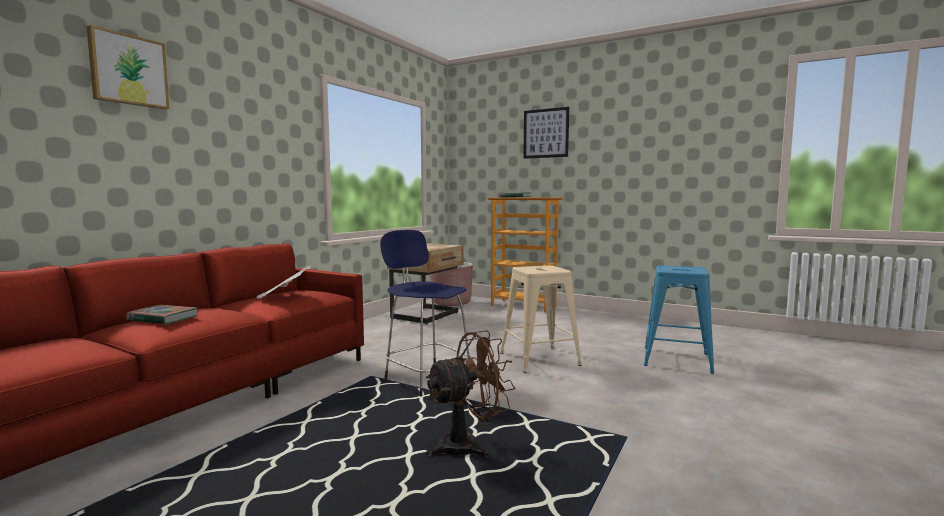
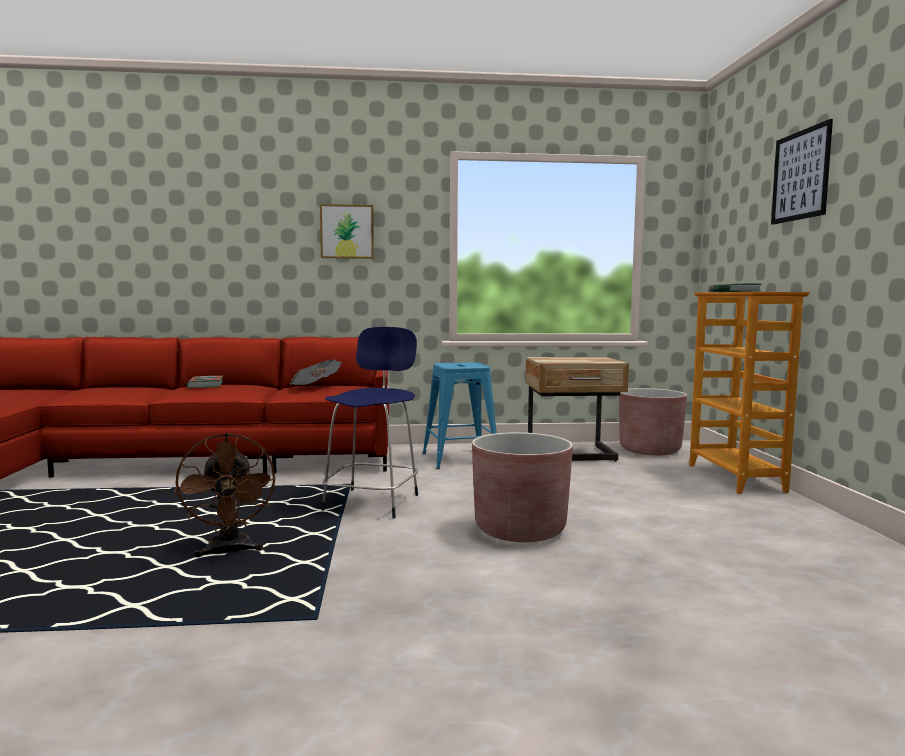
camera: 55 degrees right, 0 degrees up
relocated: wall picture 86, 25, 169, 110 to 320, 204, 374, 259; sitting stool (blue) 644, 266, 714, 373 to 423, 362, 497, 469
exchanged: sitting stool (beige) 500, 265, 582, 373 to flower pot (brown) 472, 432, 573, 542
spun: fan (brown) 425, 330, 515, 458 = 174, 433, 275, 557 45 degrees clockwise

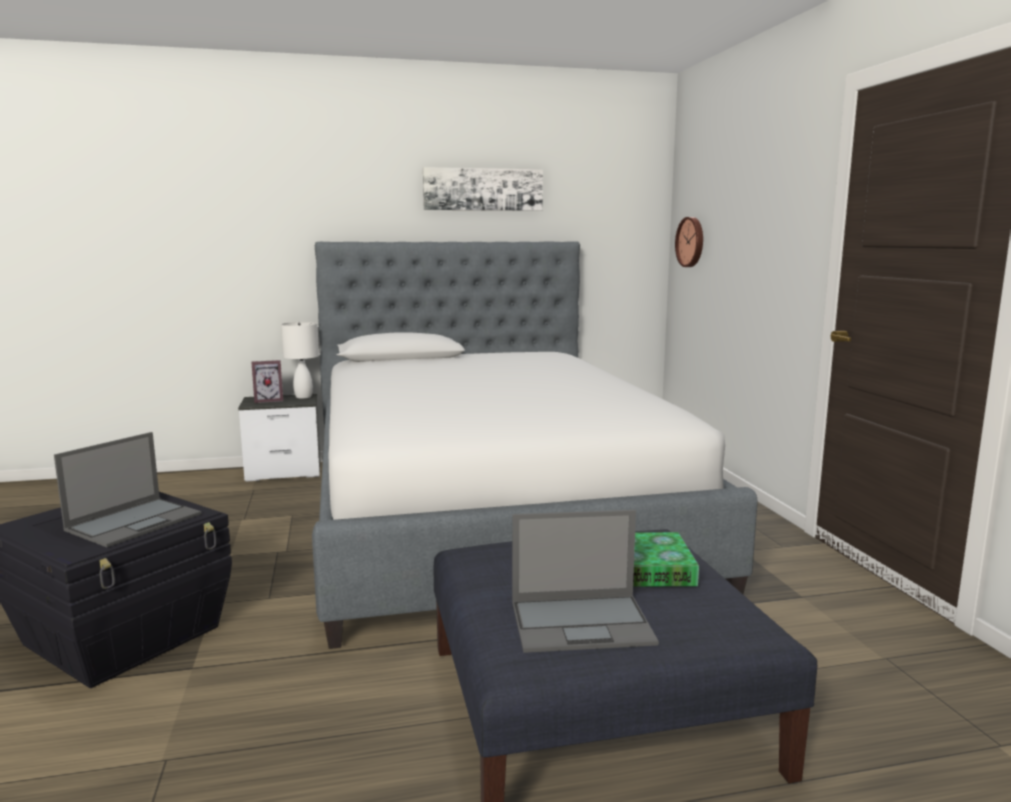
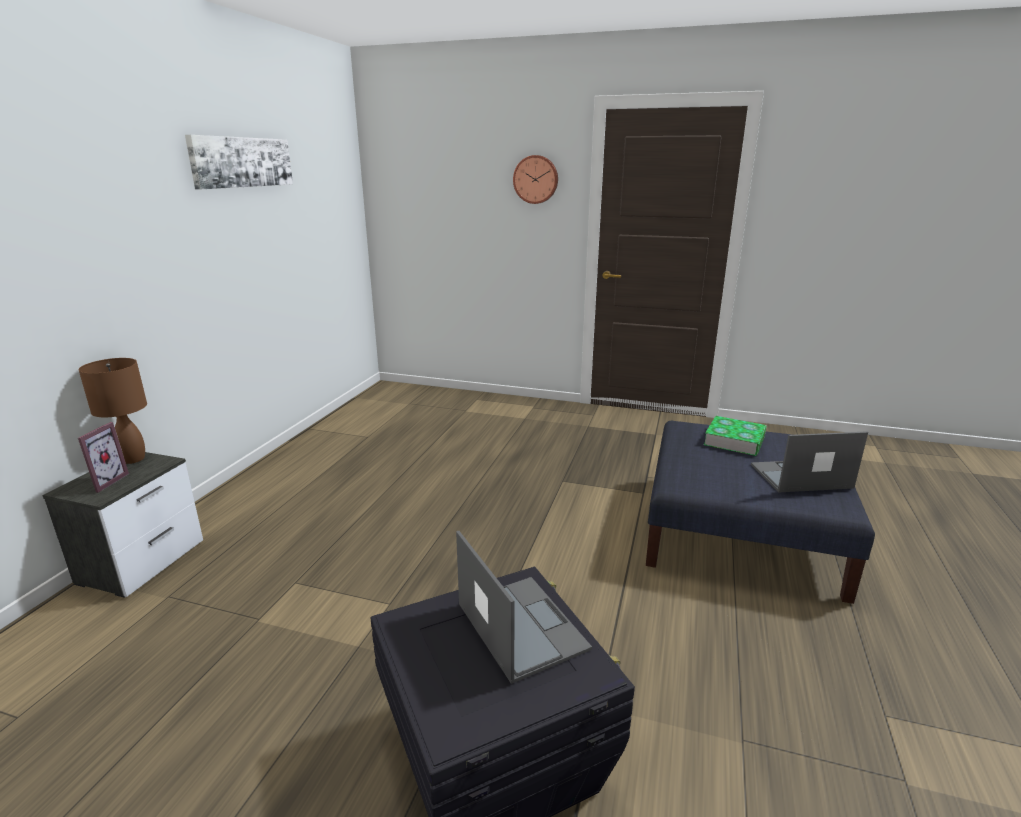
camera: 60 degrees left, 10 degrees up
missing: bedroom bed 312, 241, 758, 649
relocated: wall clock 675, 217, 703, 267 to 513, 155, 558, 204
colour: tabletop lamp (white) 281, 322, 319, 398 to tabletop lamp (brown) 79, 358, 147, 464
spun: laptop 512, 510, 659, 653 = 751, 431, 868, 492 120 degrees counterclockwise

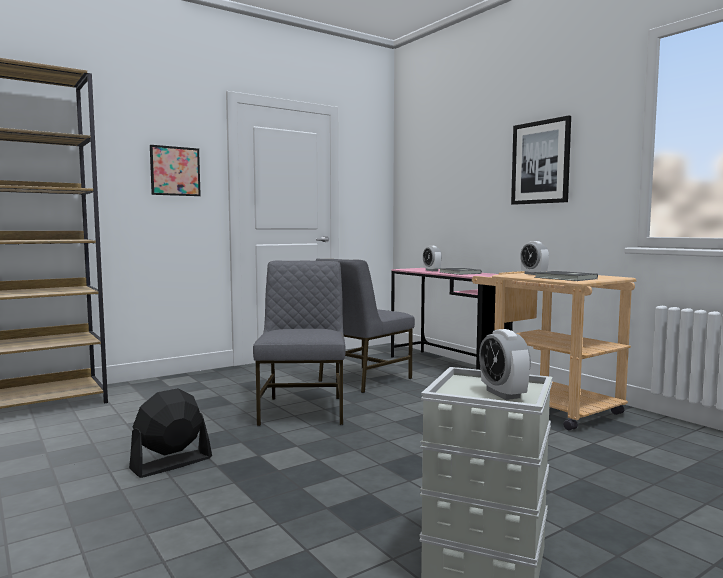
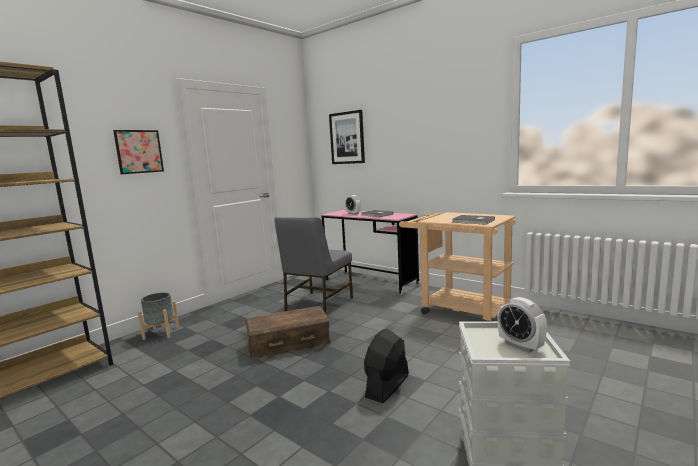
camera: 15 degrees left, 5 degrees up
missing: bedside clock 520, 241, 549, 275
appeared: flower pot (greyish) 138, 292, 179, 340
relocated: fan (black) 129, 388, 212, 478 to 364, 329, 409, 403; wall picture 511, 115, 571, 205 to 329, 110, 365, 164
exchanged: upright chair (greyish) 253, 261, 346, 426 to storage box (brown) 245, 306, 331, 359

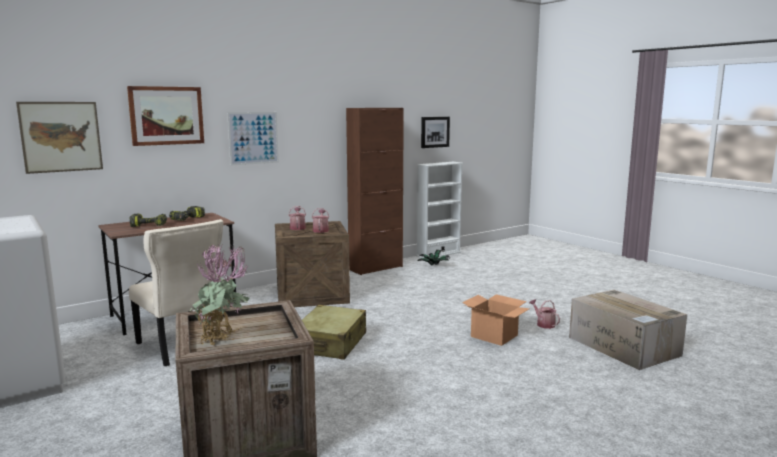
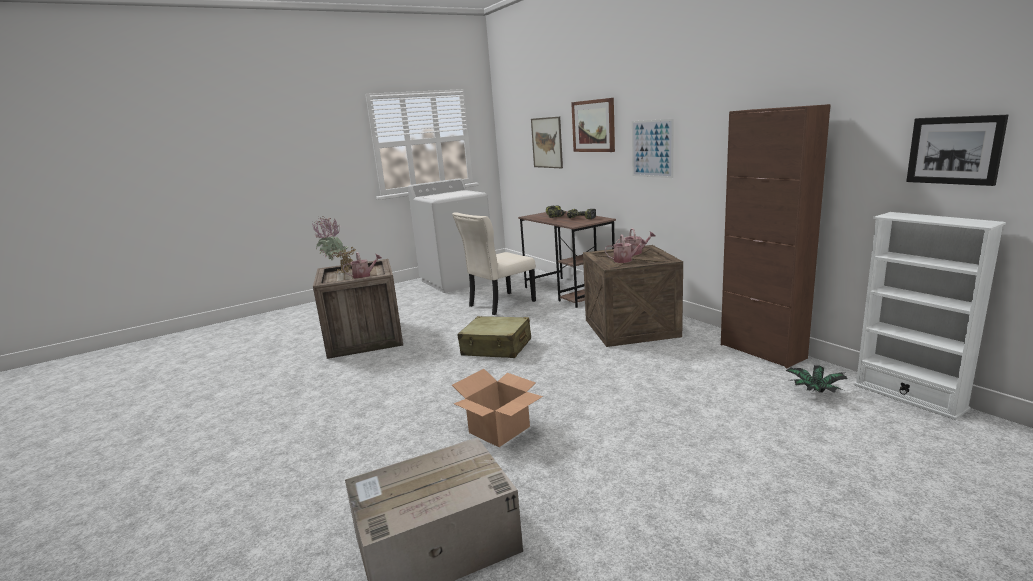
camera: 95 degrees right, 5 degrees up
relocated: watering pot 529, 300, 560, 329 to 343, 252, 382, 279

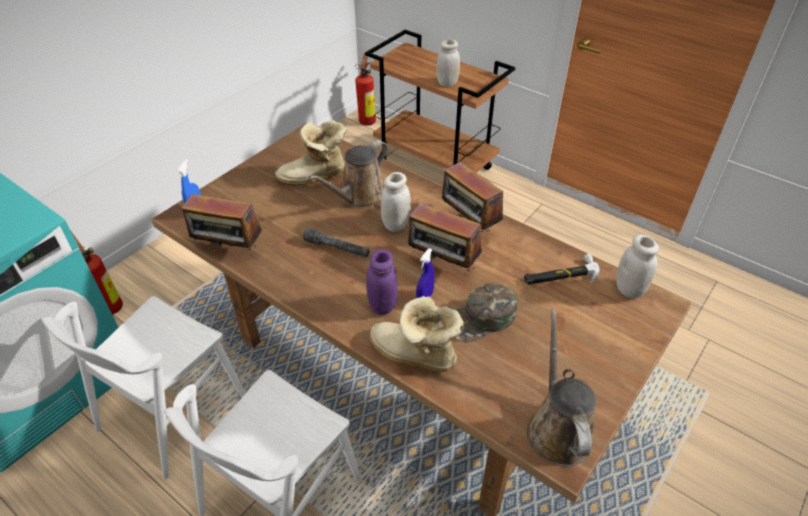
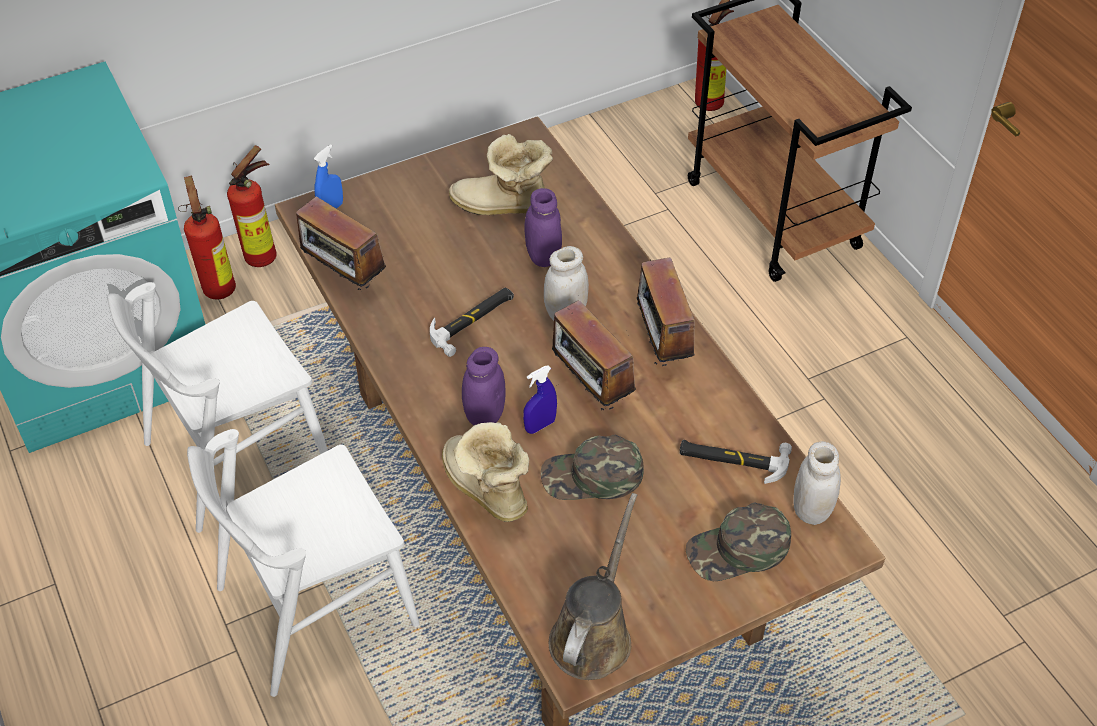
camera: 25 degrees right, 5 degrees up
missing: preserve jar (white) 436, 40, 460, 86
appeared: extinguisher 227, 145, 277, 267; baseball cap (green-coloured) 686, 503, 791, 581
exchanged: torch (greyish) 303, 228, 370, 257 to hand hammer 430, 288, 514, 357; watering pot (brown) 309, 140, 388, 208 to preserve jar (purplish) 524, 188, 562, 267

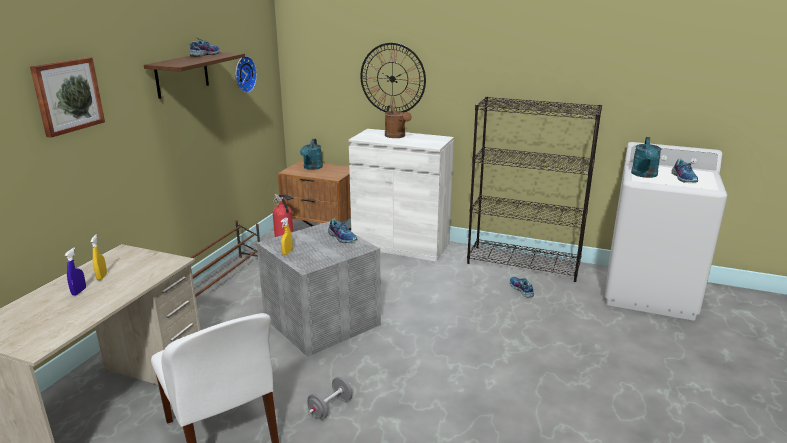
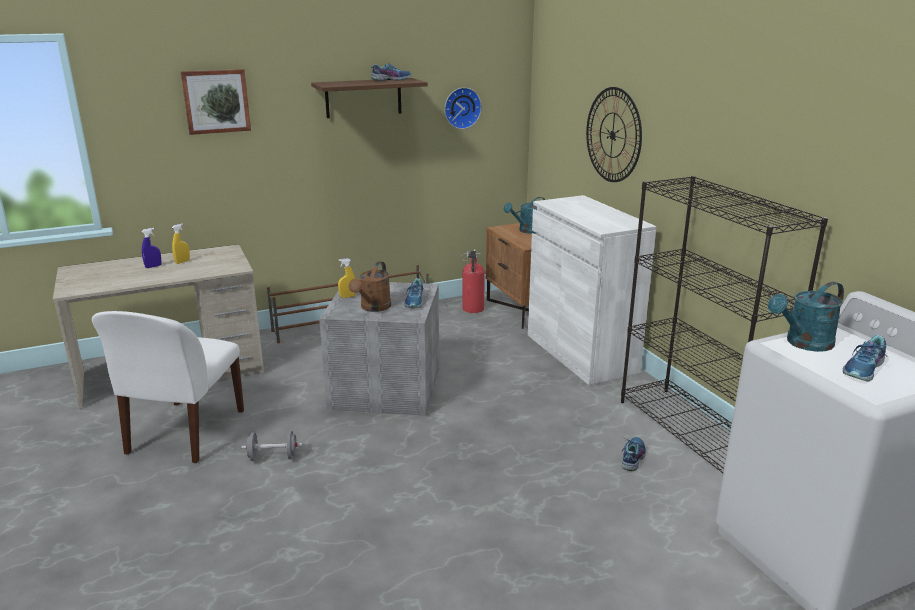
camera: 45 degrees right, 0 degrees up
relocated: watering pot (brown) 385, 105, 412, 138 to 349, 261, 391, 312

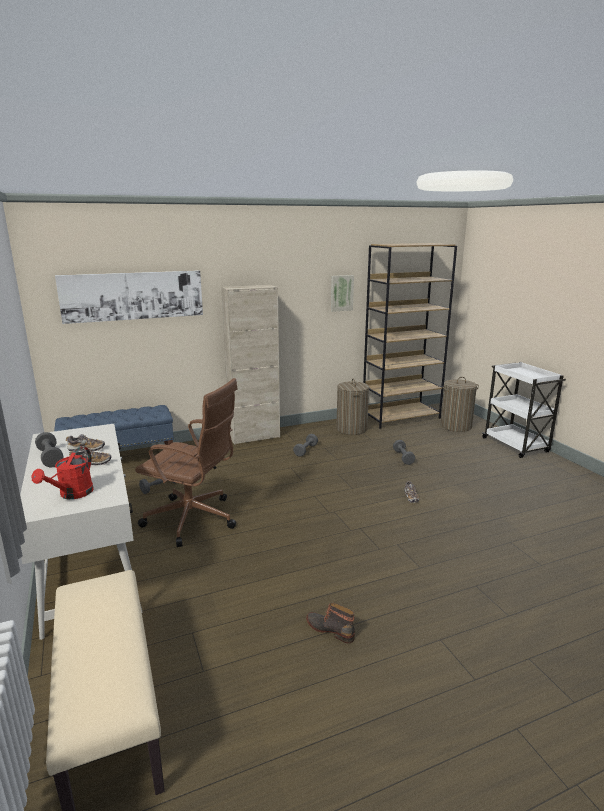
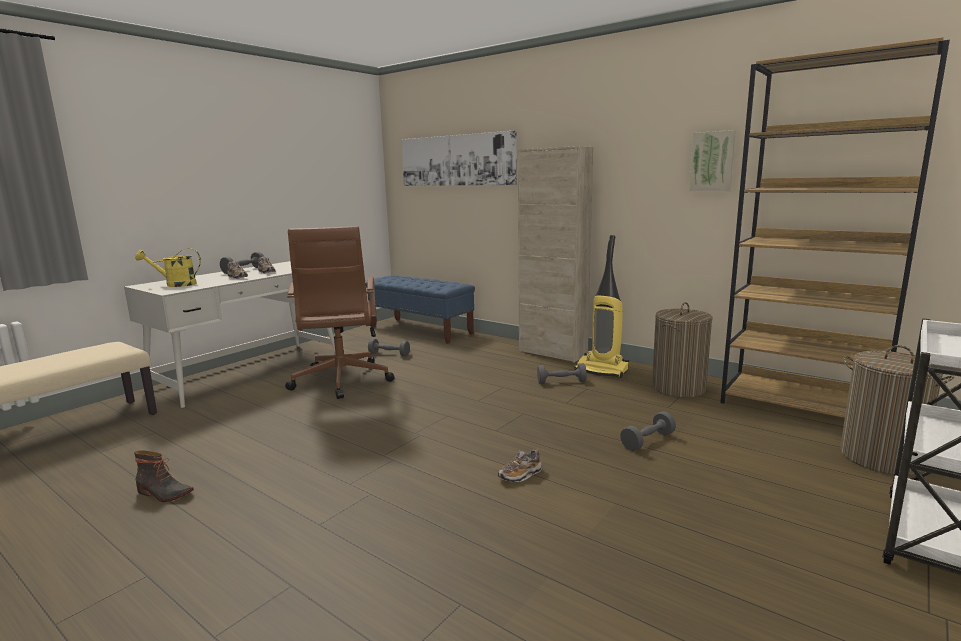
camera: 60 degrees right, 5 degrees down
appeared: vacuum 574, 235, 629, 378
colour: watering pot (red-coloured) 32, 447, 94, 499 to watering pot (yellow-coloured) 135, 248, 201, 287
spun: tall boot 306, 603, 355, 644 = 134, 450, 194, 502 105 degrees clockwise

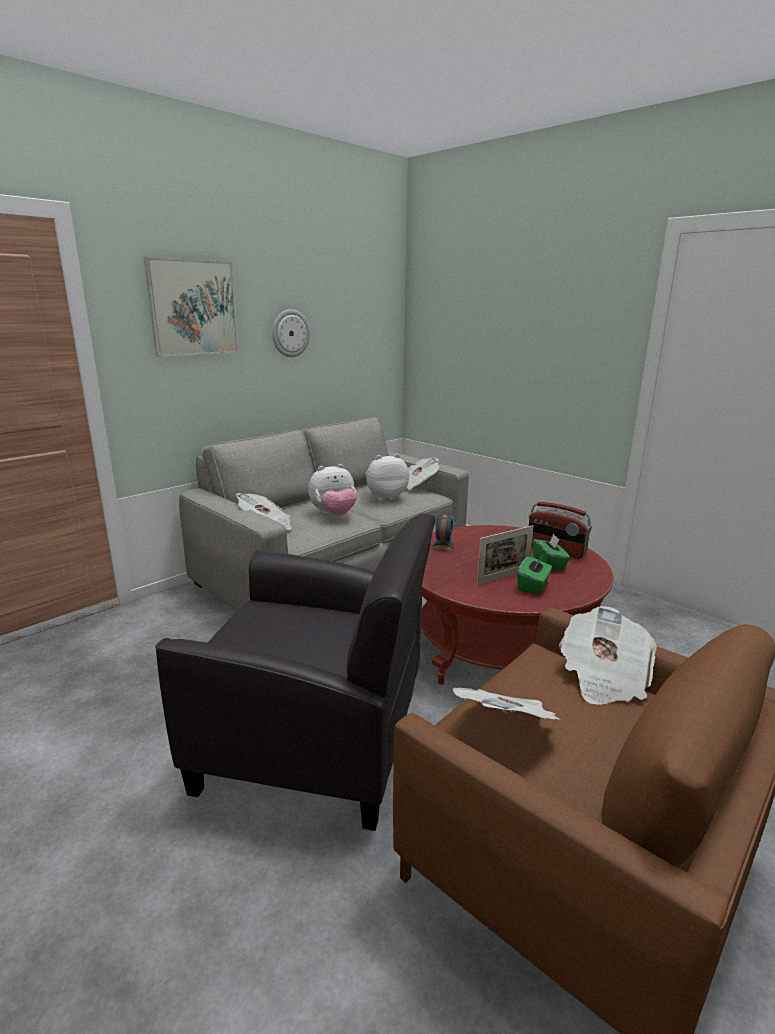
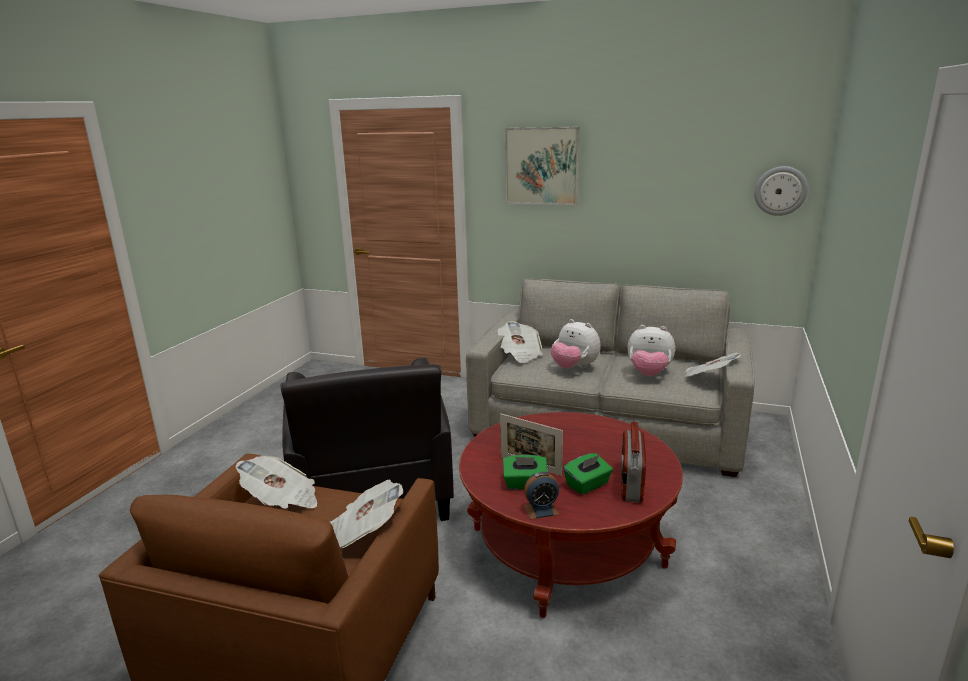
camera: 65 degrees right, 0 degrees up
relocated: wall clock 272, 309, 310, 357 to 754, 166, 808, 216; bedside clock 433, 514, 454, 551 to 524, 472, 560, 519
spun: soft toy 365, 454, 409, 501 = 627, 325, 675, 376 150 degrees clockwise

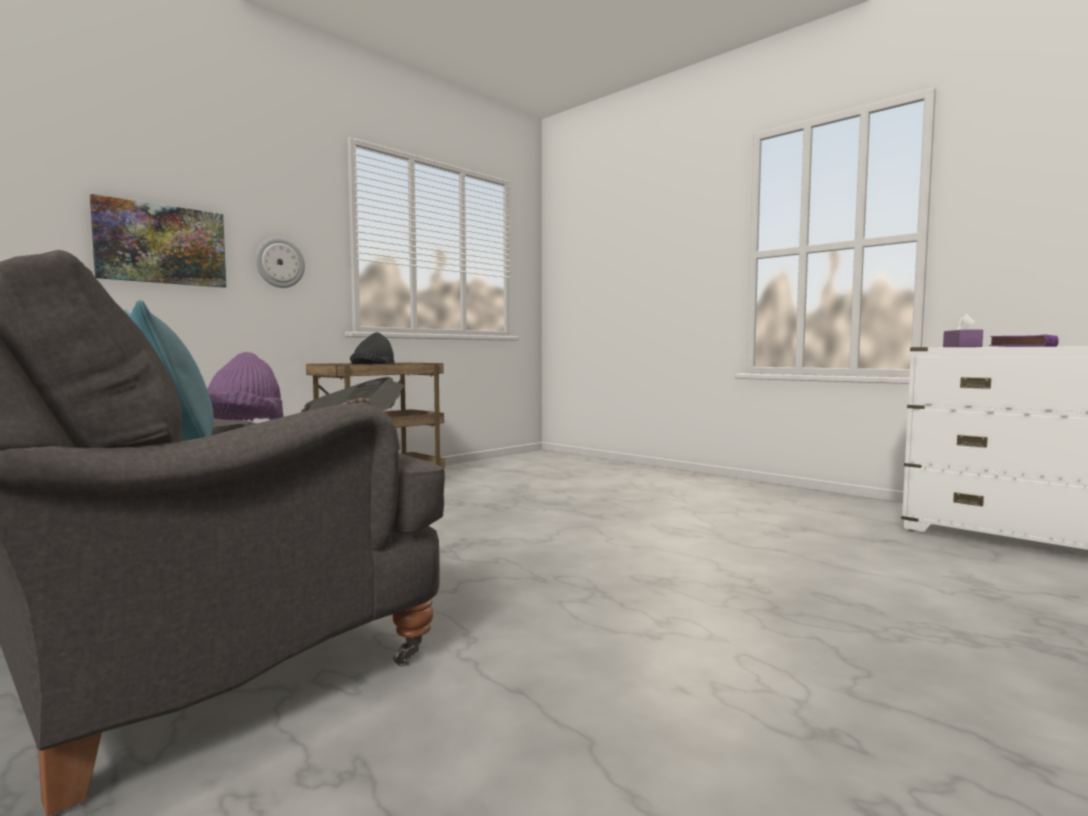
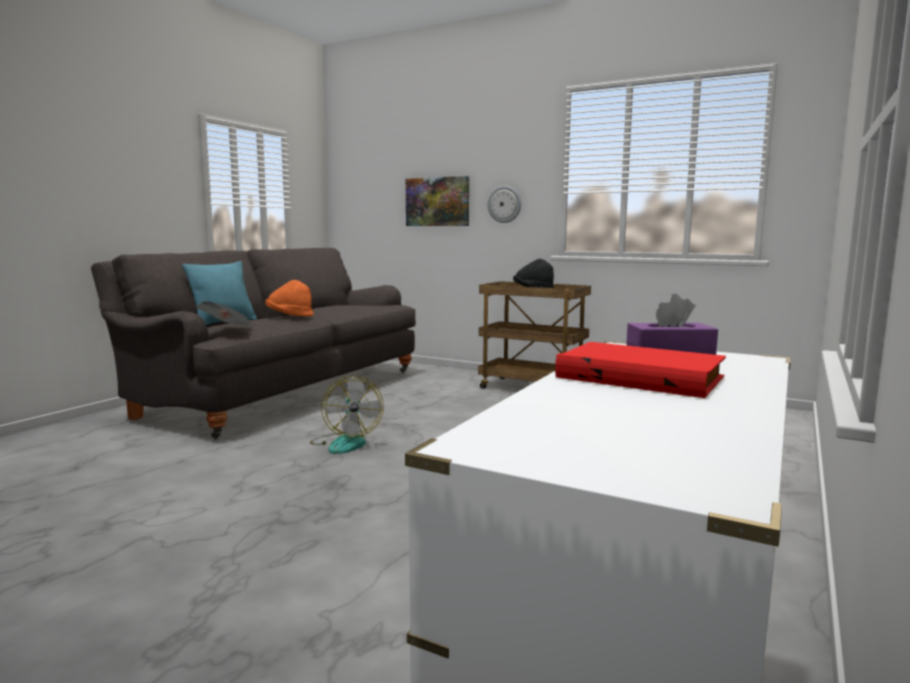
camera: 75 degrees right, 5 degrees up
appeared: fan 310, 376, 384, 454
colour: wearable hat (purplish) 207, 352, 284, 421 to wearable hat (orange-coloured) 265, 280, 314, 317; book (purplish) 989, 335, 1059, 347 to book (red-coloured) 555, 342, 726, 398

